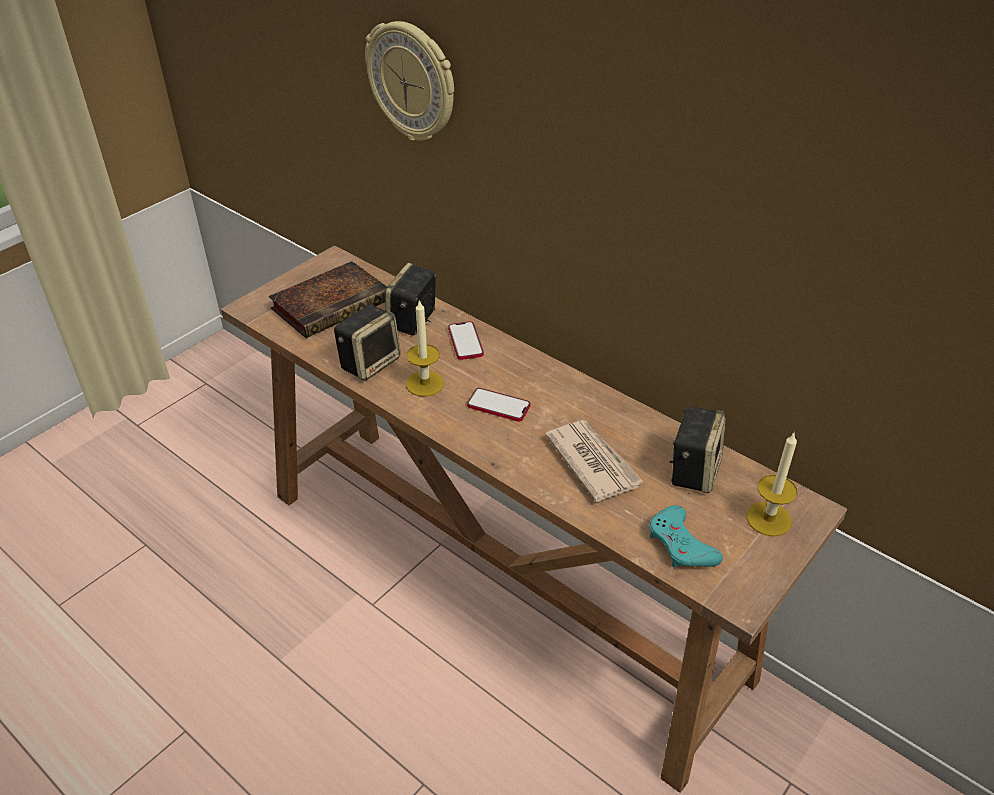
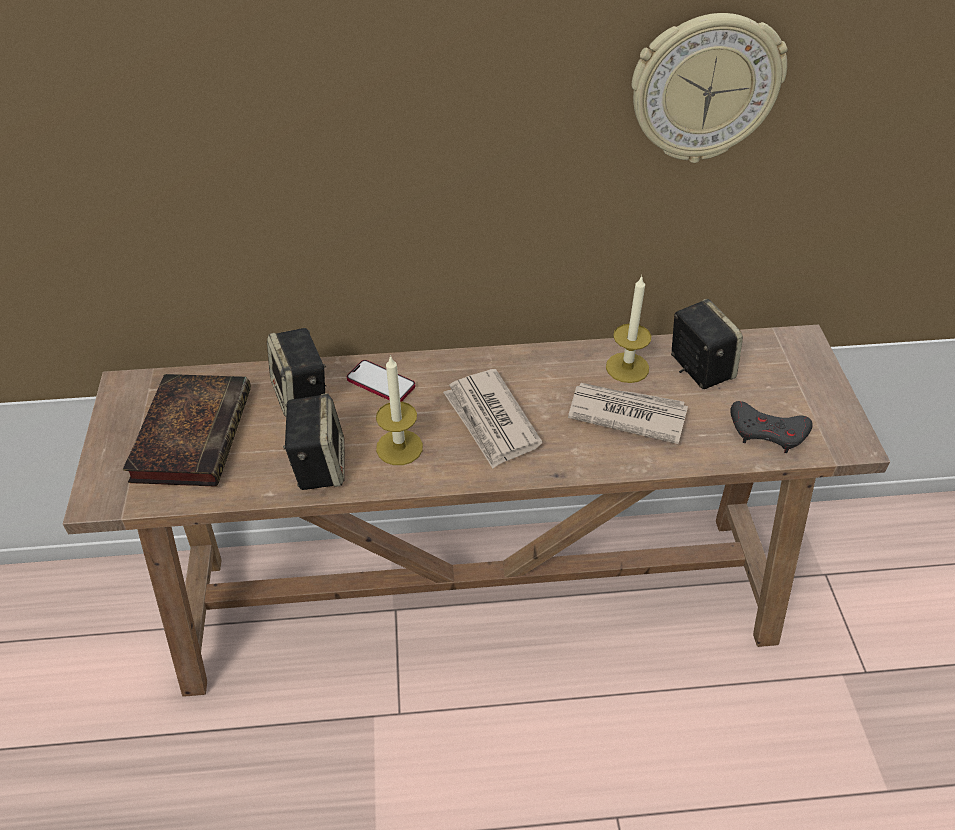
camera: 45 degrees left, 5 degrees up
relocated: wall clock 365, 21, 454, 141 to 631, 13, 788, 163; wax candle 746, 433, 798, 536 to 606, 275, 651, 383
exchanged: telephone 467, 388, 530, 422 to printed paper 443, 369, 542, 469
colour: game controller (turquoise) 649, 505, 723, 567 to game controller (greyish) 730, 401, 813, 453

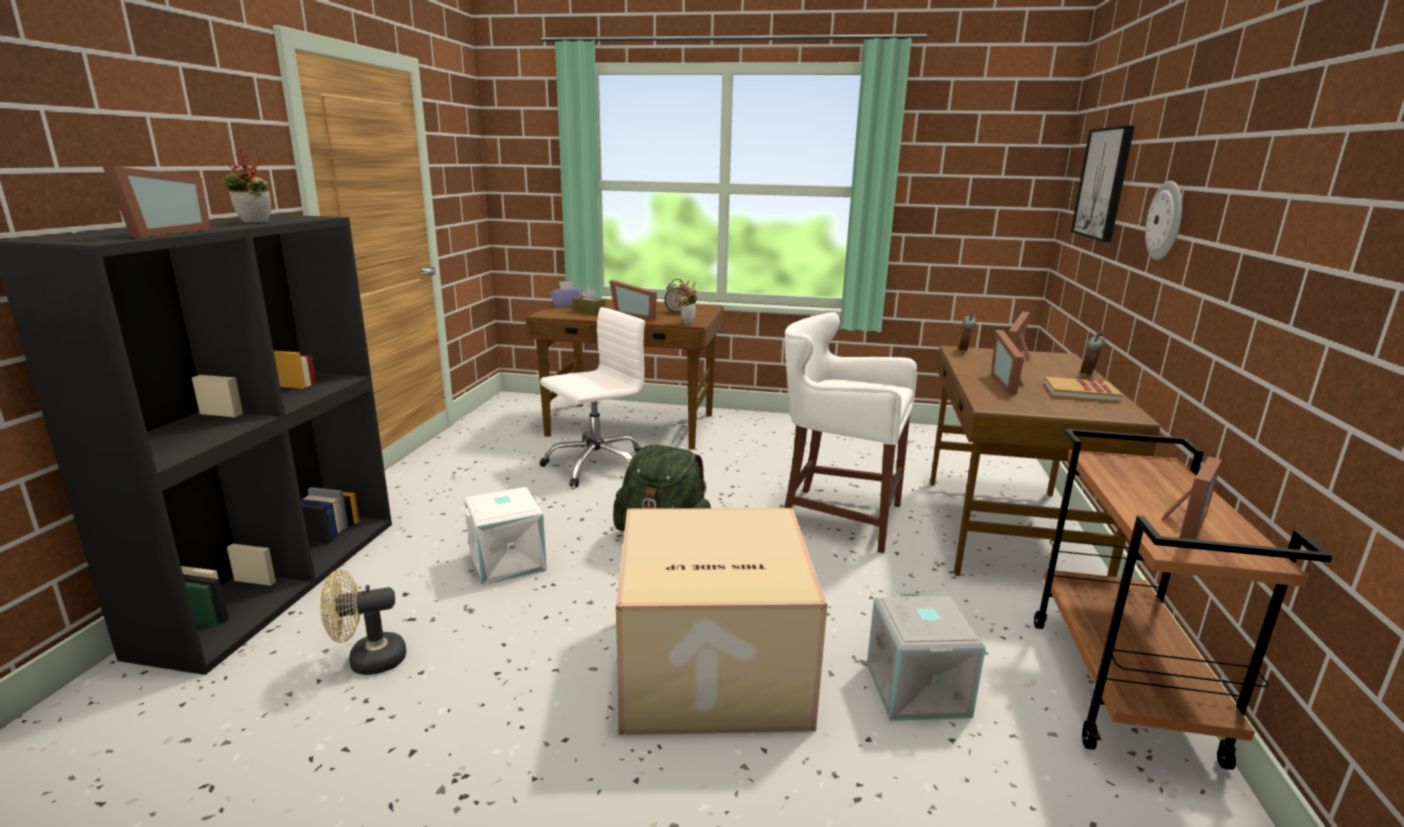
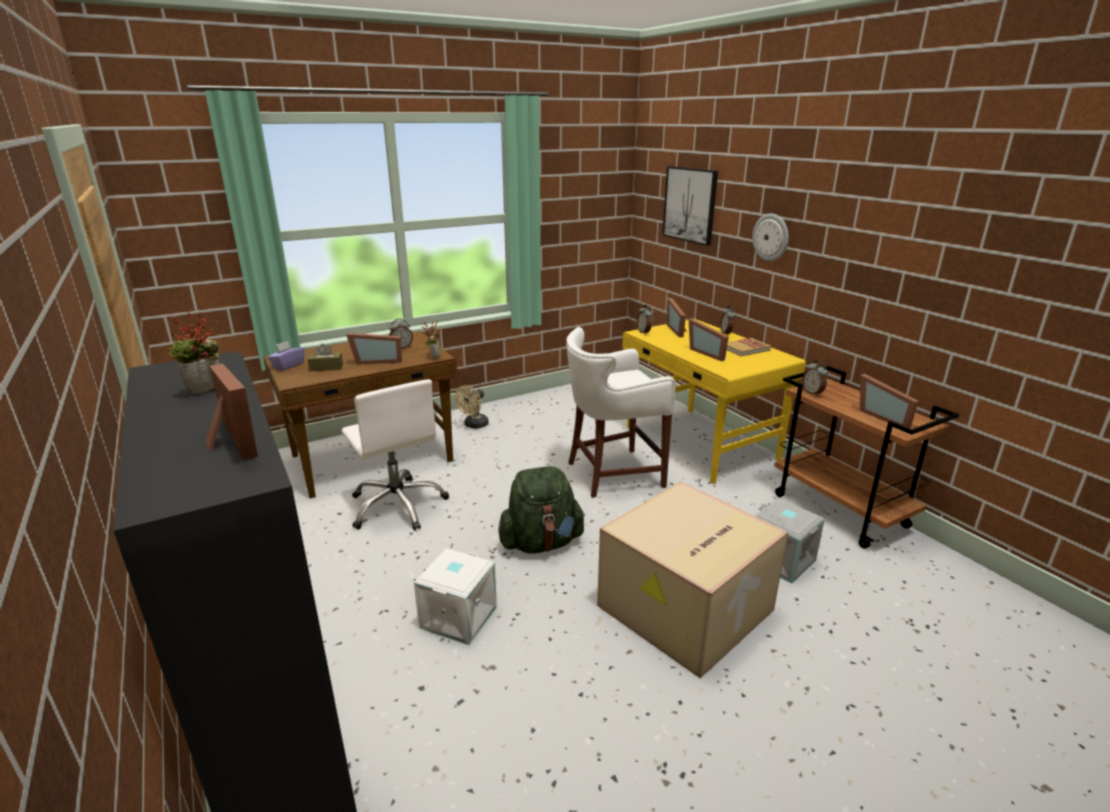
camera: 40 degrees left, 5 degrees up
appeared: bedside clock 802, 360, 828, 396
relocated: fan (beige) 320, 569, 406, 675 to 454, 385, 488, 429
colour: desk (brown) 930, 346, 1160, 577 to desk (yellow-coloured) 622, 319, 806, 484
spun: office chair (white) 540, 307, 645, 487 = 342, 379, 449, 531 135 degrees clockwise; photo frame 1161, 457, 1222, 540 = 860, 374, 919, 429 150 degrees clockwise

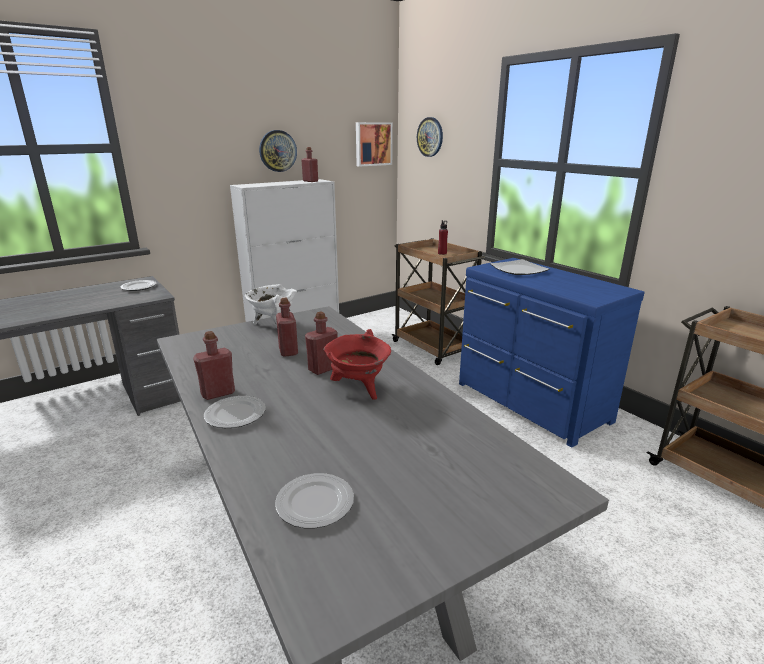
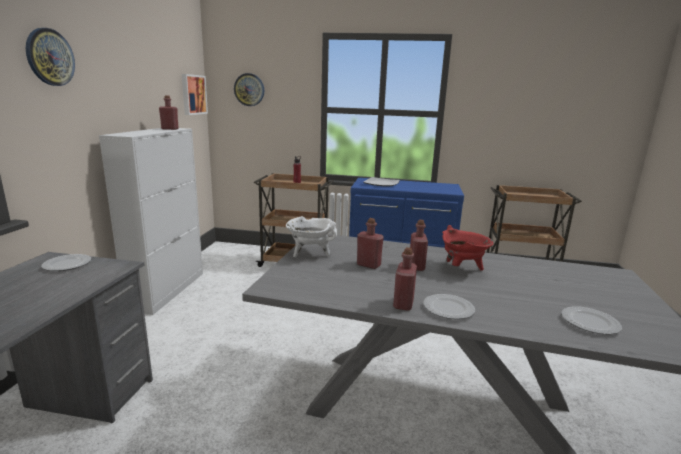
camera: 45 degrees left, 5 degrees down
relocated: wall clock 259, 130, 297, 172 to 26, 28, 75, 86

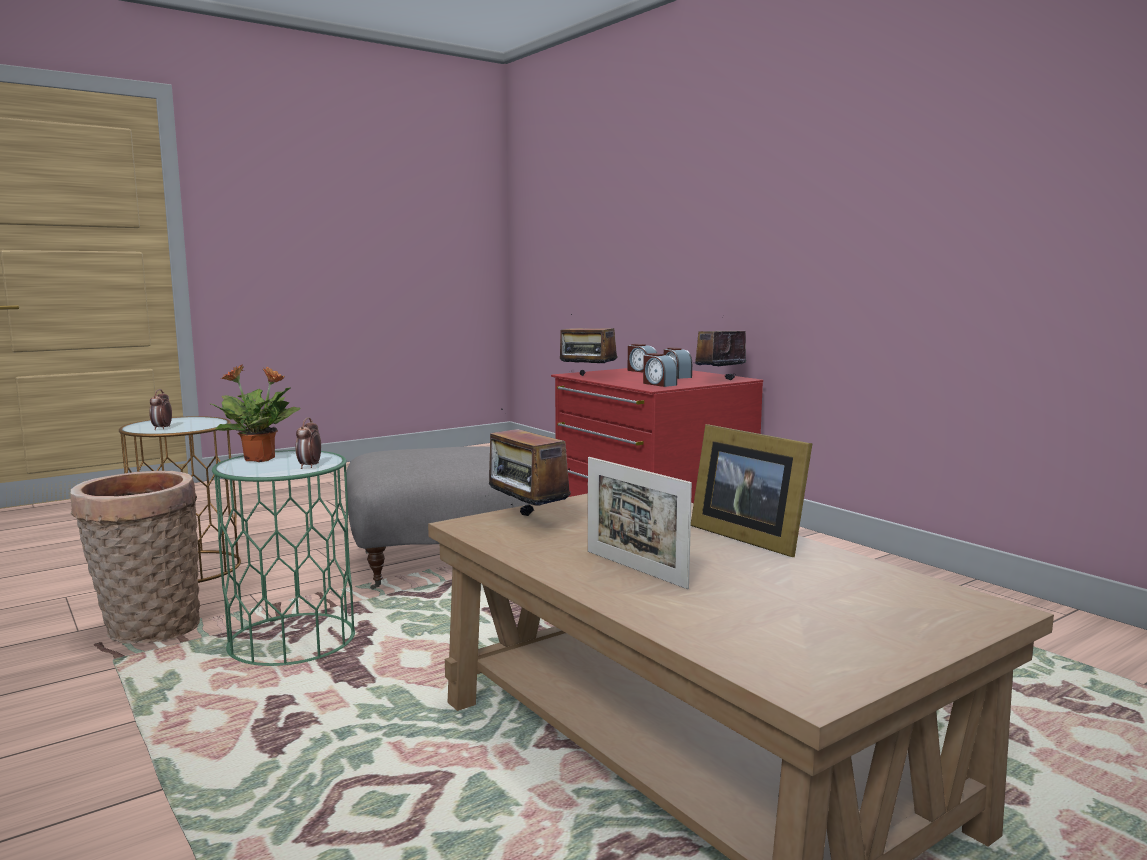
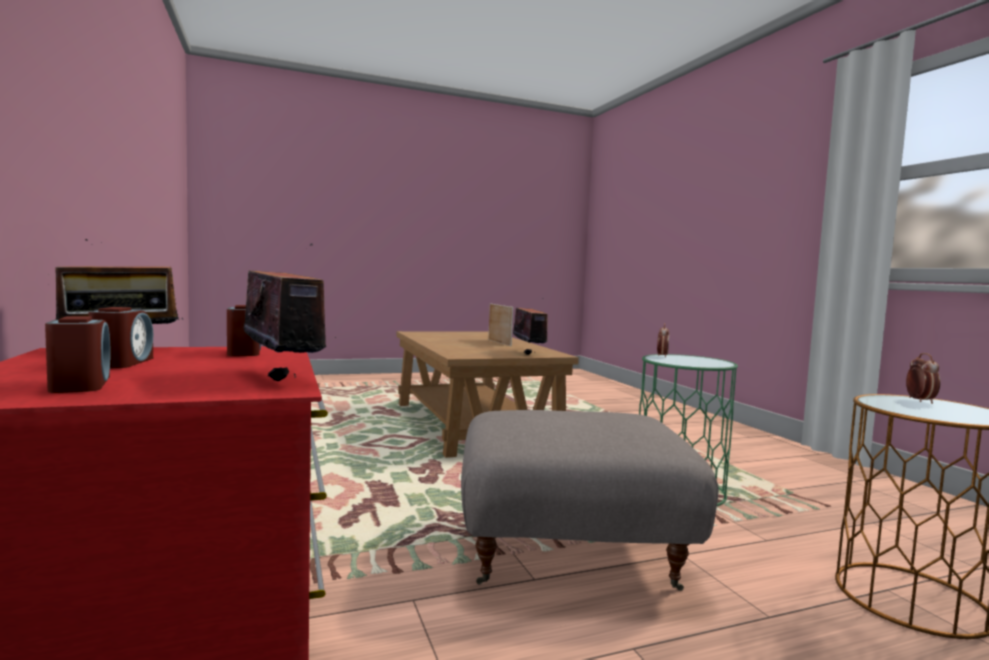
camera: 165 degrees left, 5 degrees down
missing: household basket 71, 471, 200, 644; houseplant 210, 364, 301, 462; photo frame 691, 424, 813, 557

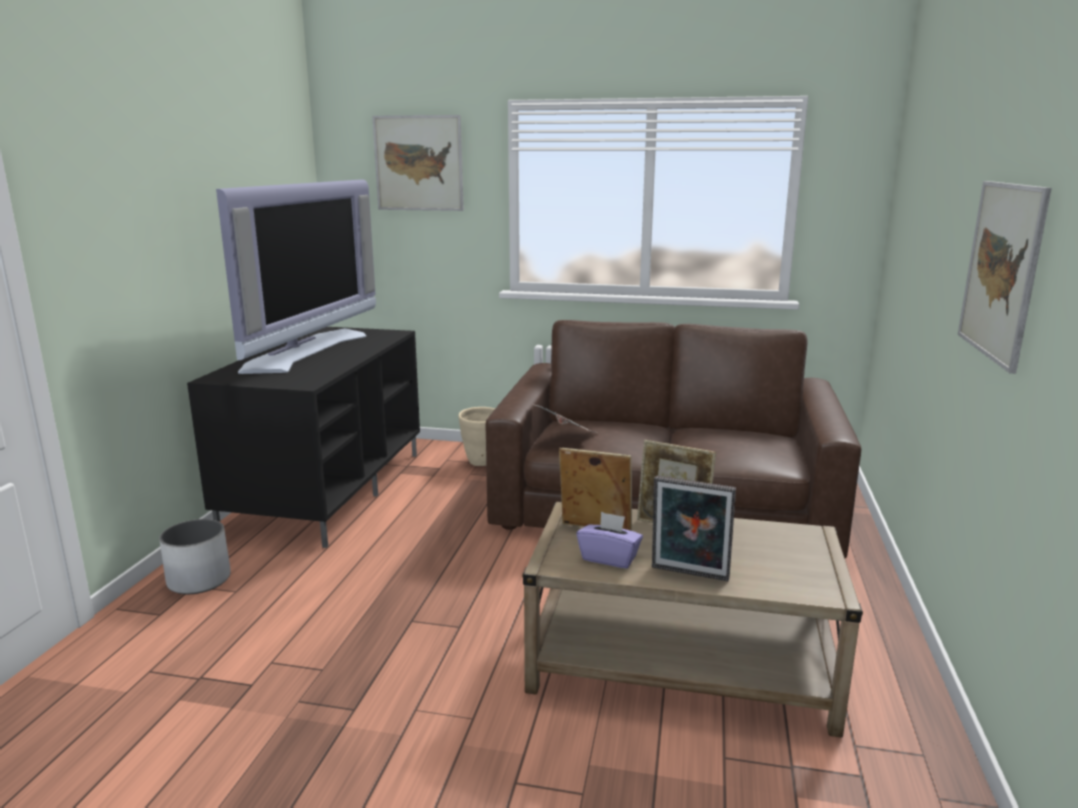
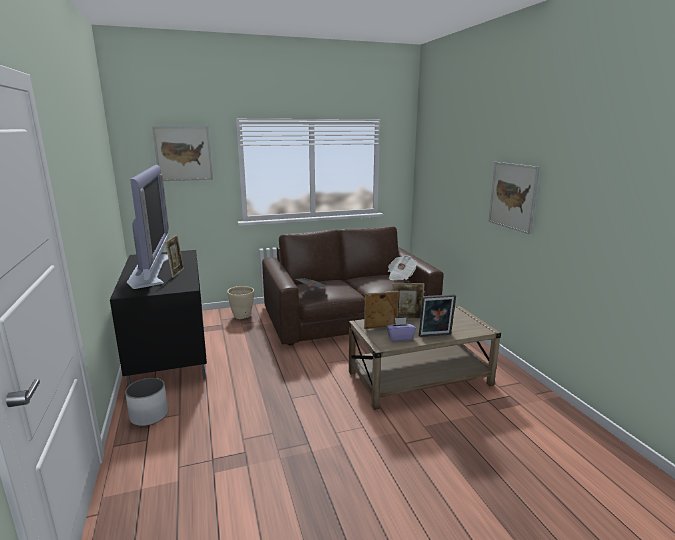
camera: 30 degrees left, 0 degrees up
appeared: photo frame 165, 235, 184, 278; printed paper 388, 255, 418, 280

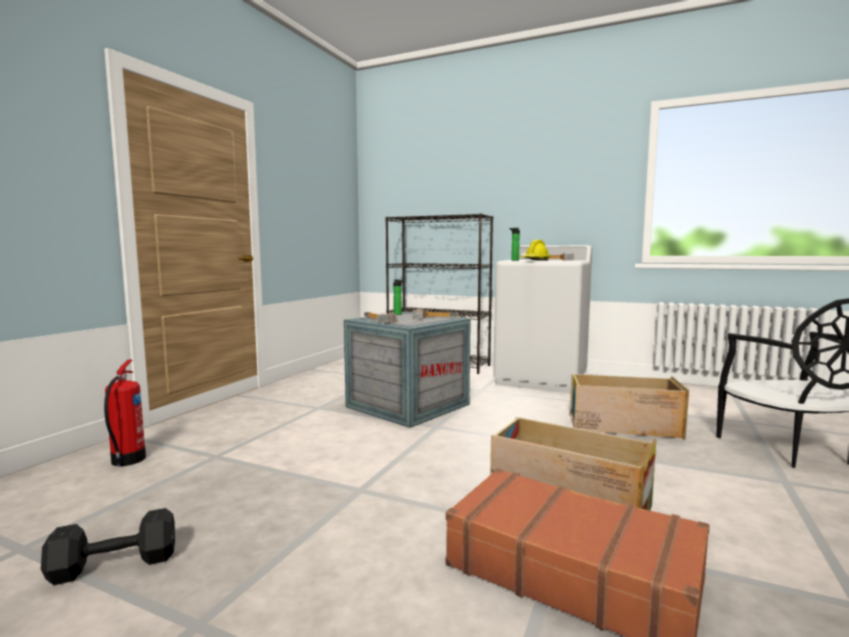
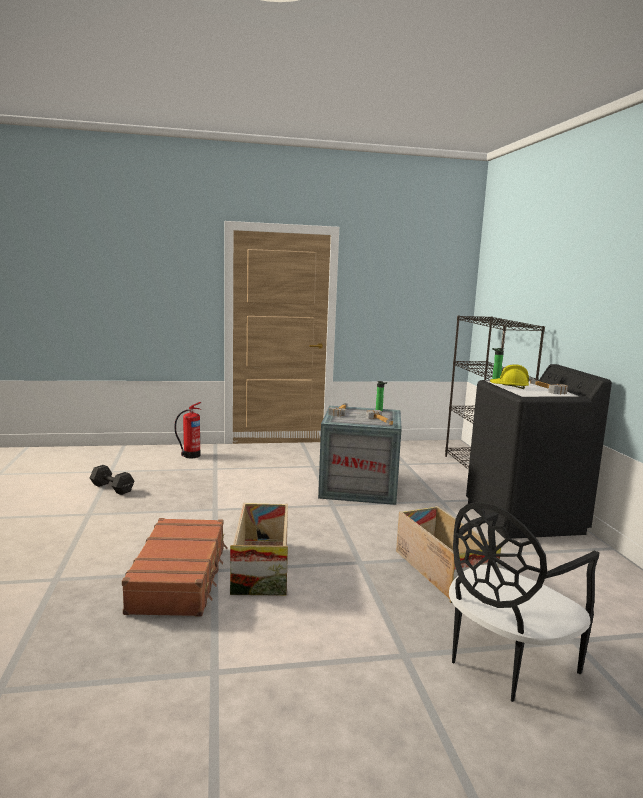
camera: 55 degrees right, 5 degrees up
colour: laundry appliance (white) 493, 245, 592, 393 to laundry appliance (black) 466, 364, 612, 539

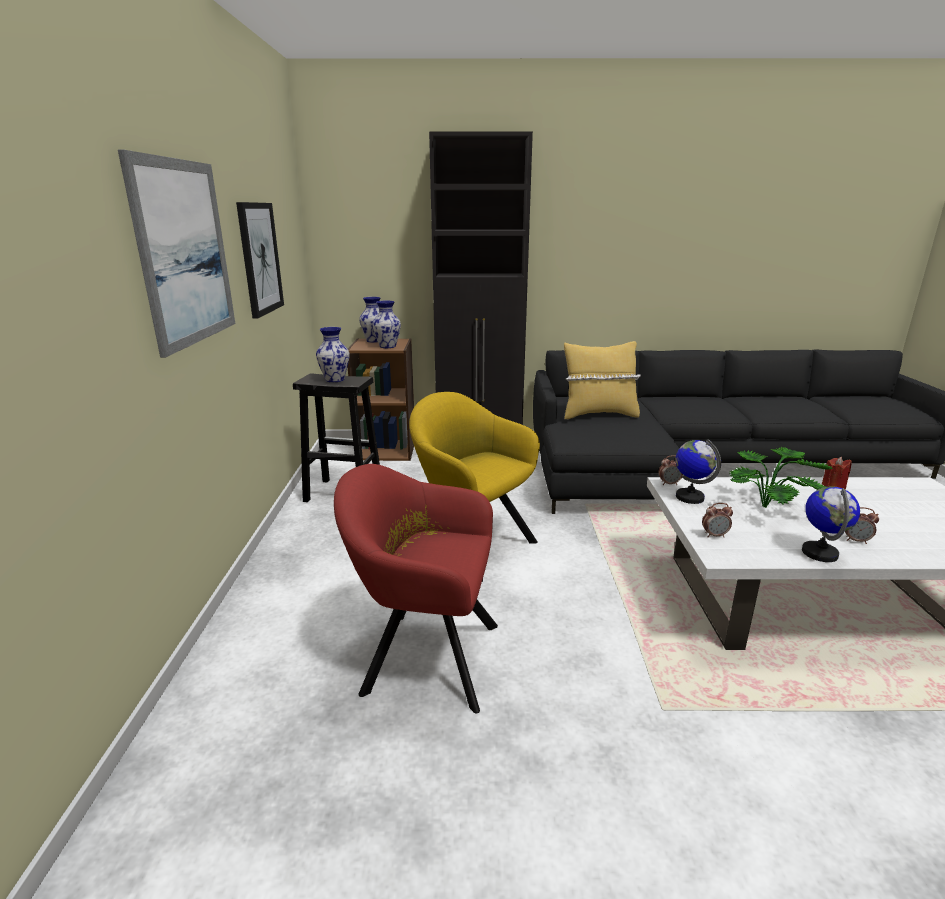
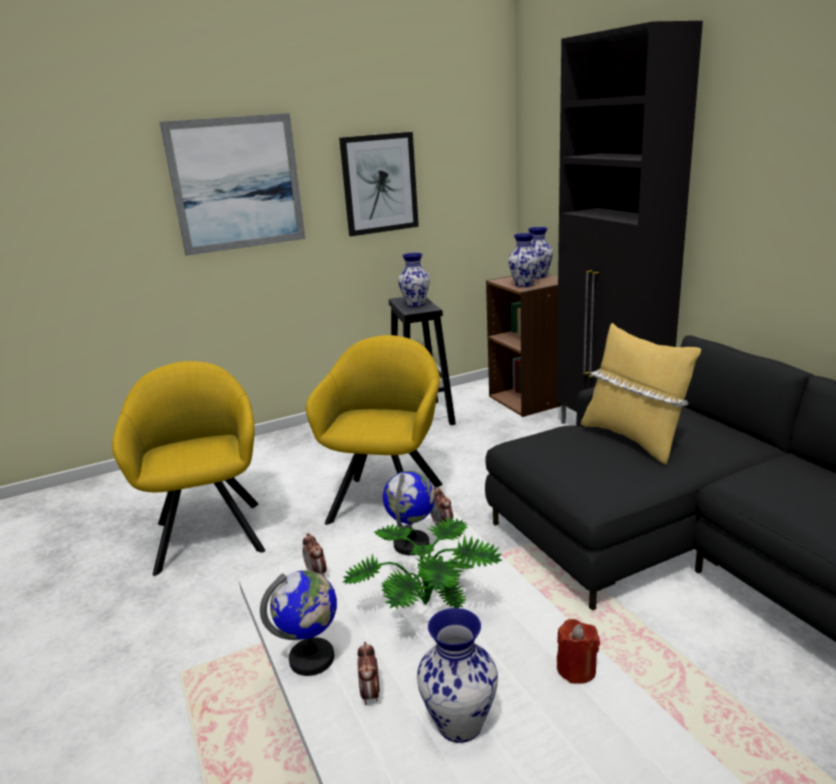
camera: 65 degrees right, 0 degrees up
appeared: flower vase 417, 608, 498, 743
colour: easy chair (red-coloured) 334, 464, 498, 713 to easy chair (yellow-coloured) 112, 361, 265, 576

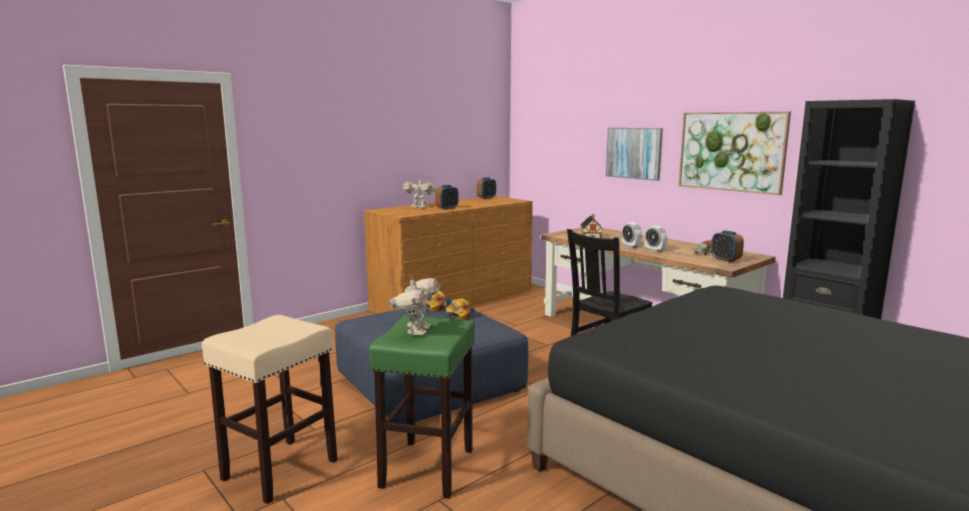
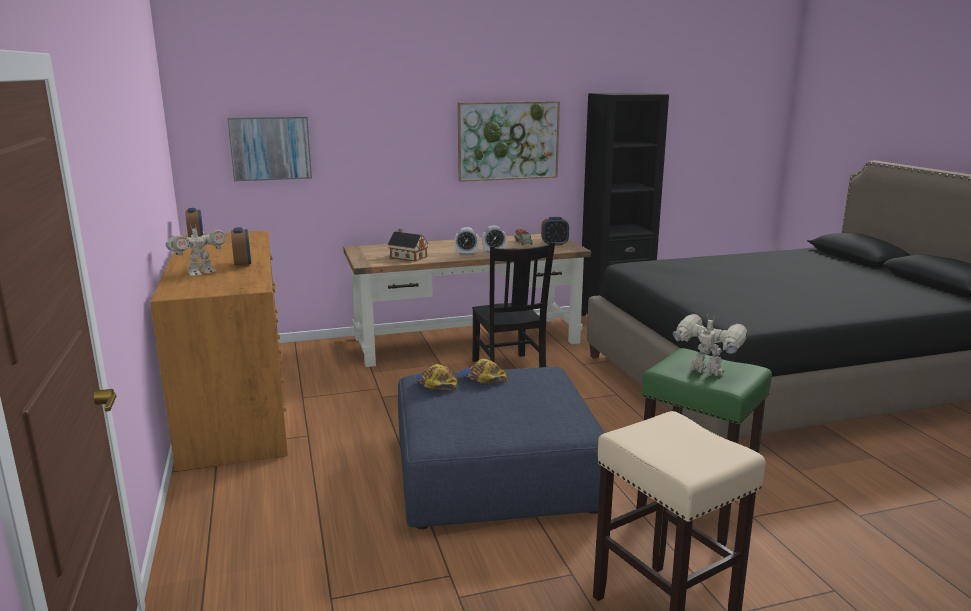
camera: 65 degrees left, 5 degrees up
relocated: wall picture 606, 128, 663, 181 to 227, 117, 312, 181

